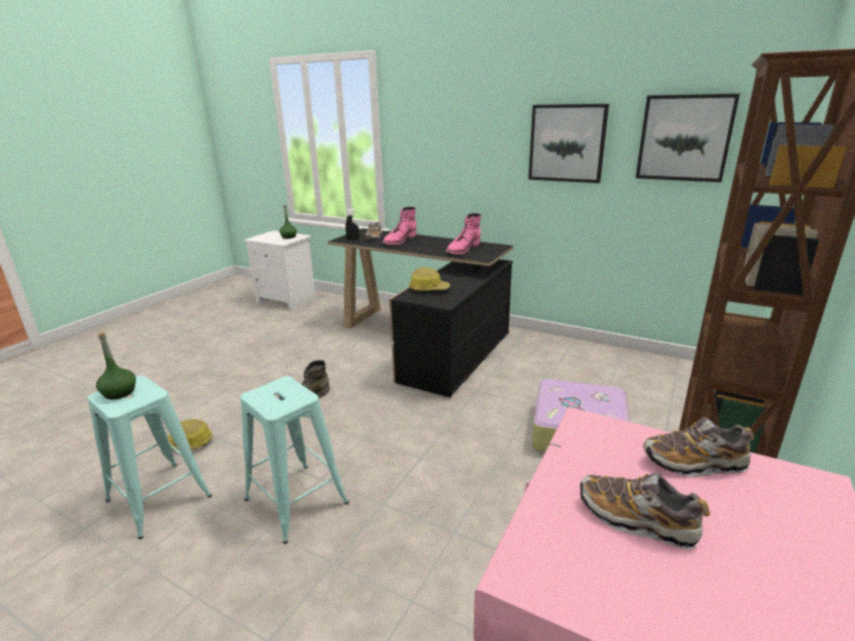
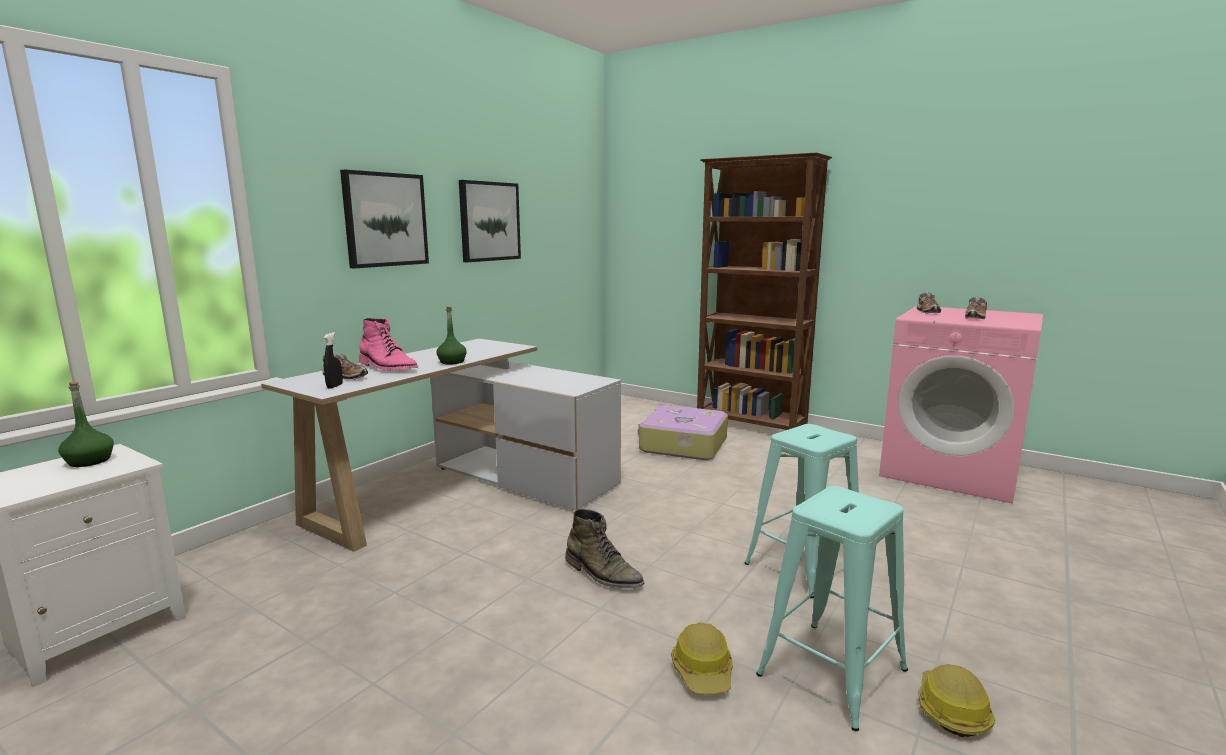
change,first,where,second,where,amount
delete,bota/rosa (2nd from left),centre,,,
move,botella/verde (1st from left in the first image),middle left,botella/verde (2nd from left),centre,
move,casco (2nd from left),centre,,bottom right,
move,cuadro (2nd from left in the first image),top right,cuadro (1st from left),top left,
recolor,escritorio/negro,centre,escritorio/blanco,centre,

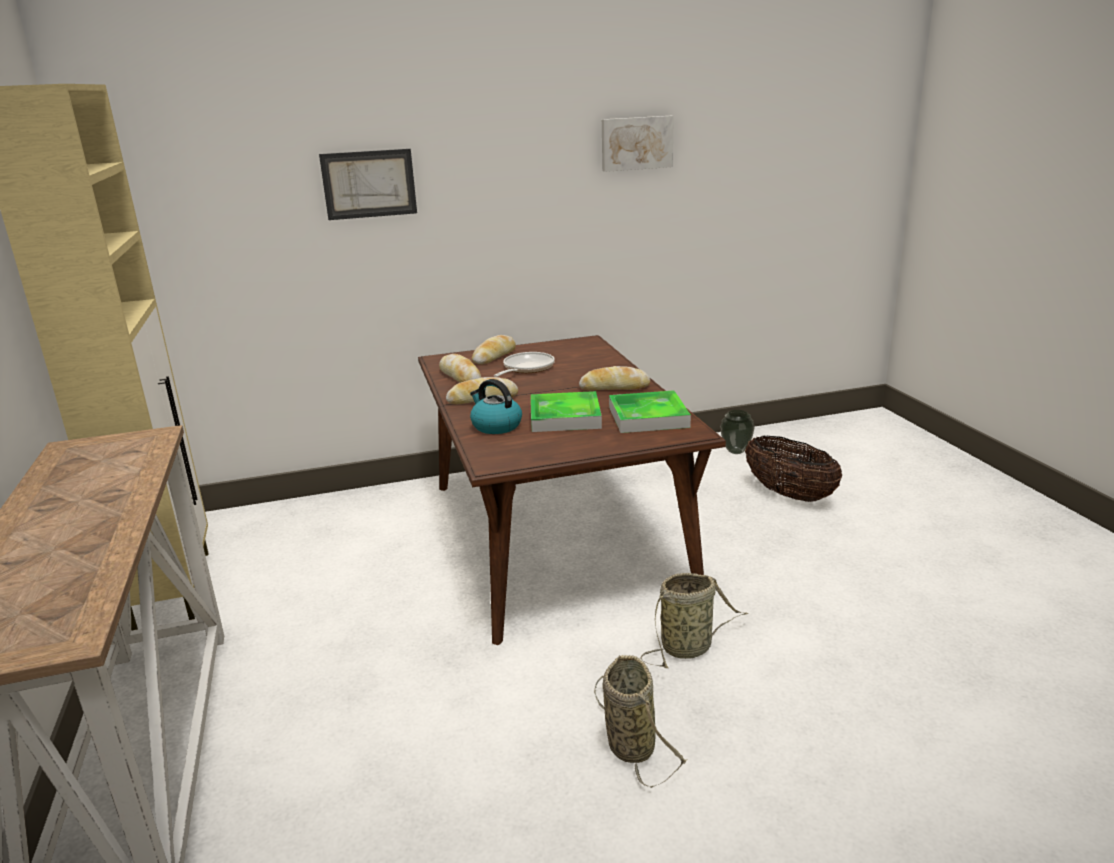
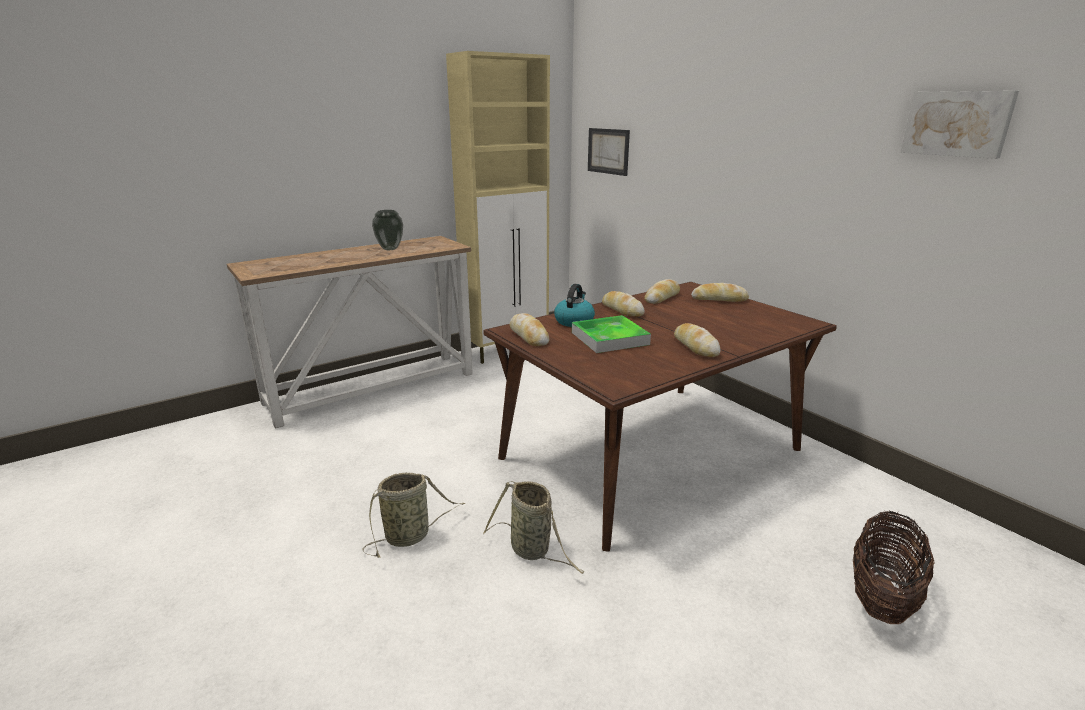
change,first,where,second,where,amount
delete,sartén,centre,,,
delete,bandeja (2nd from left),centre,,,
insert,,,pan (1st from left),centre,
move,cuadro (1st from left),top left,,top centre,
move,florero,centre,,top centre,

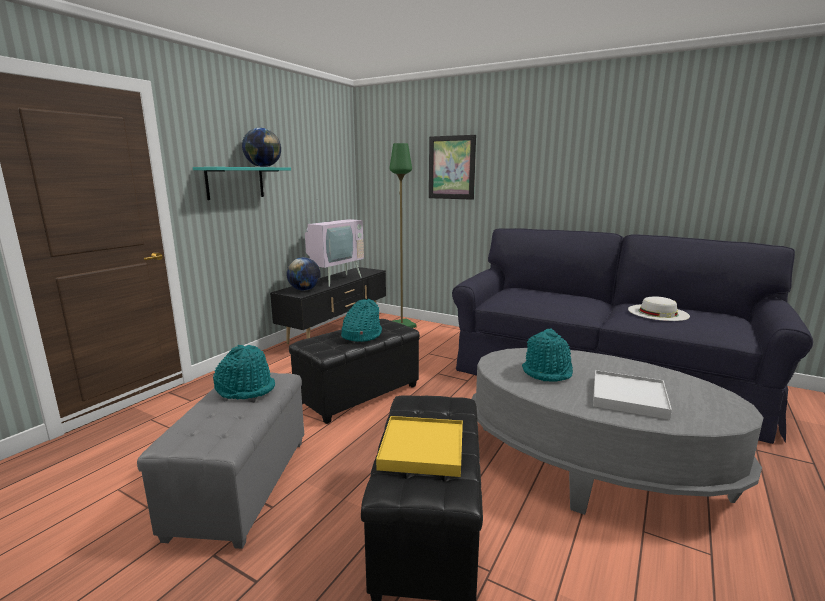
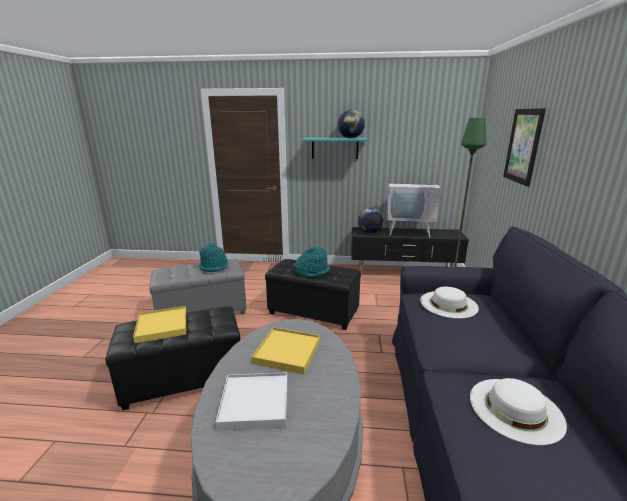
change,first,where,second,where,amount
insert,,,sombrero/blanco (1st from left),middle right,
replace,sombrero/turquesa (3rd from left),centre,bandeja/amarillo (2nd from left),bottom centre,

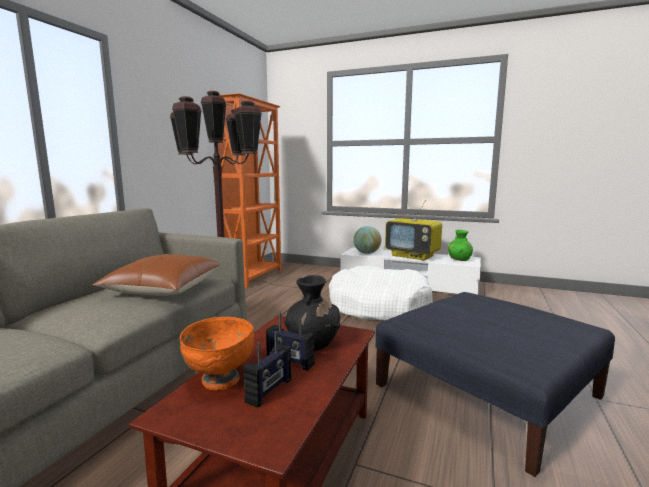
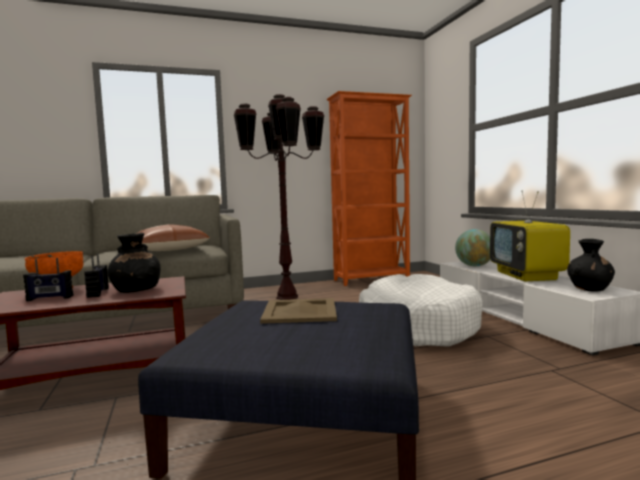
change,first,where,second,where,amount
insert,,,bandeja/beis,centre,
recolor,florero/verde,middle right,florero/negro (2nd from left),middle right,

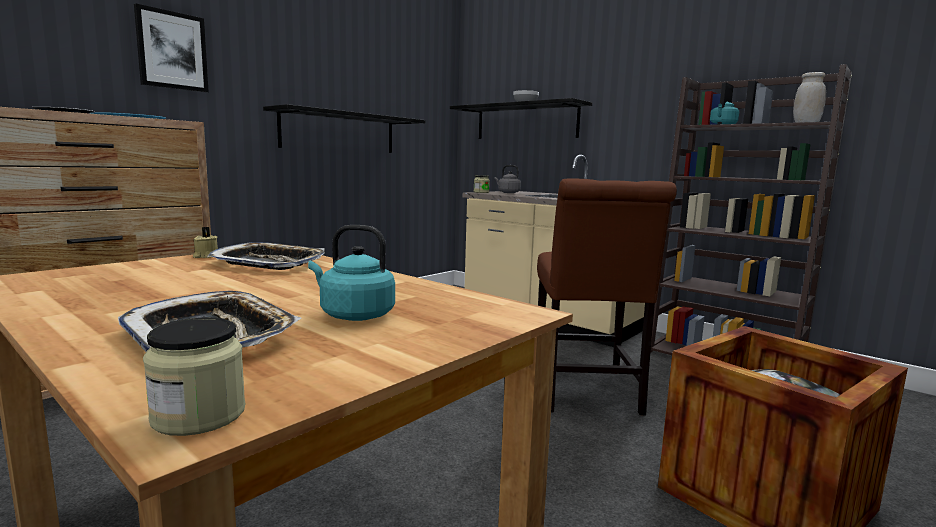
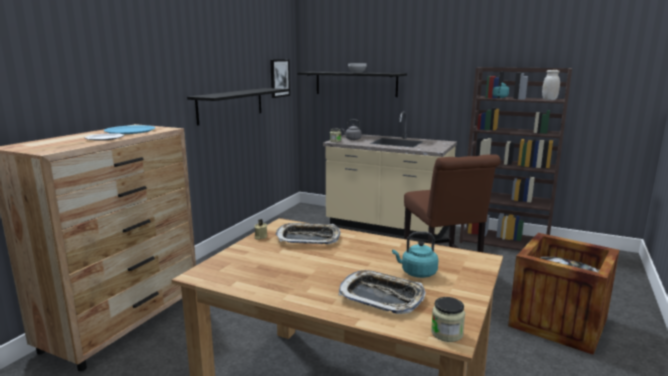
change,first,where,second,where,amount
move,cuadro,top left,,top centre,

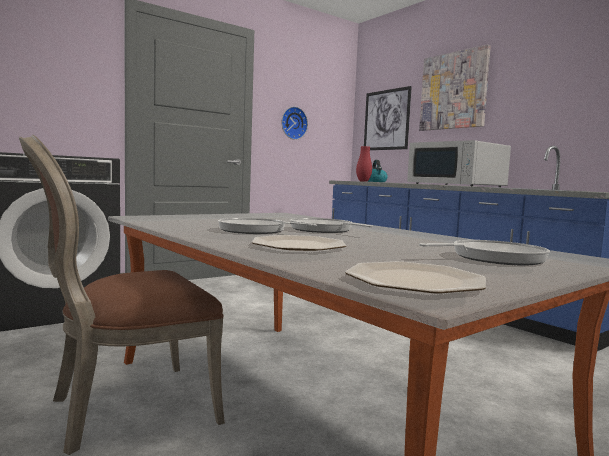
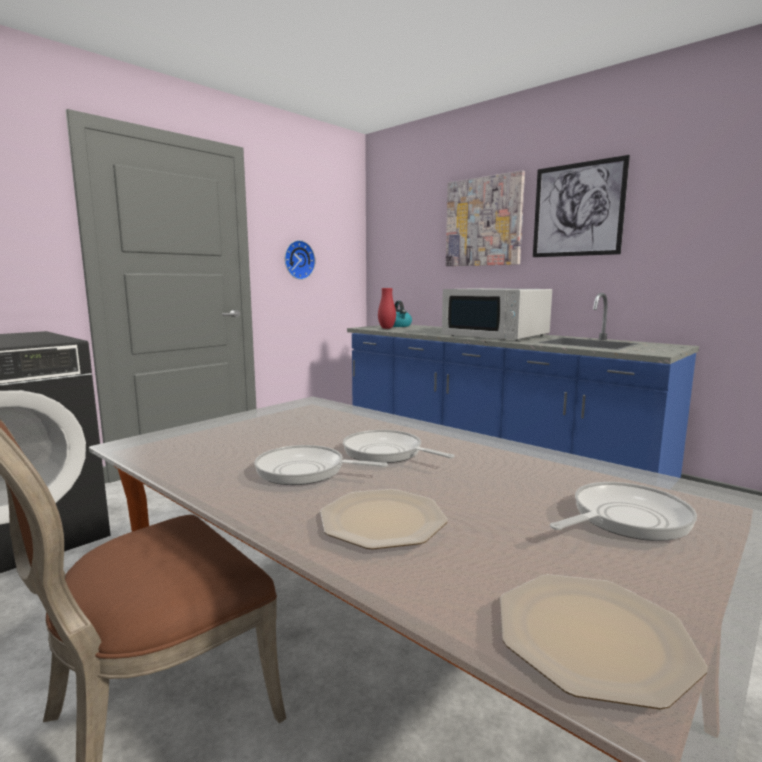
change,first,where,second,where,amount
move,cuadro (1st from left in the first image),top centre,cuadro (2nd from left),top right,

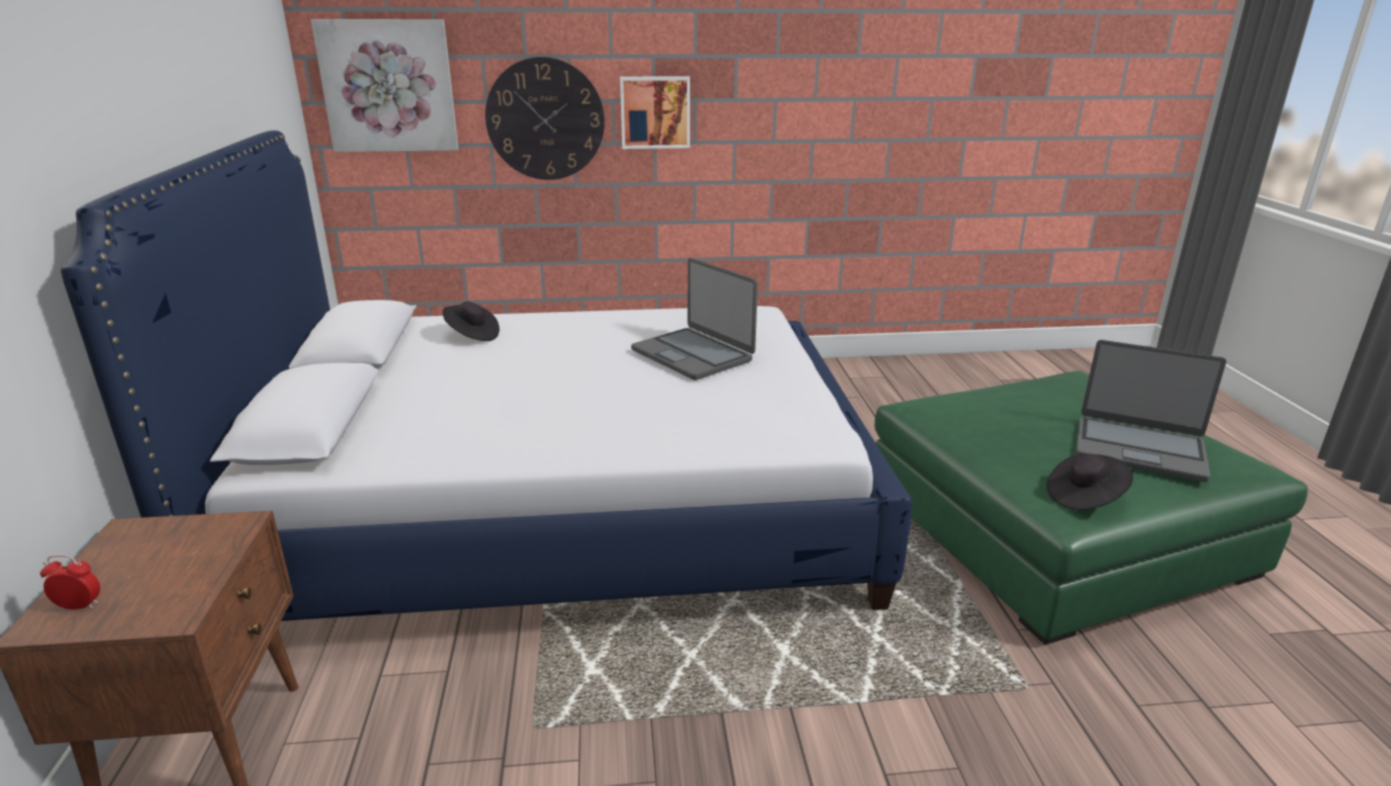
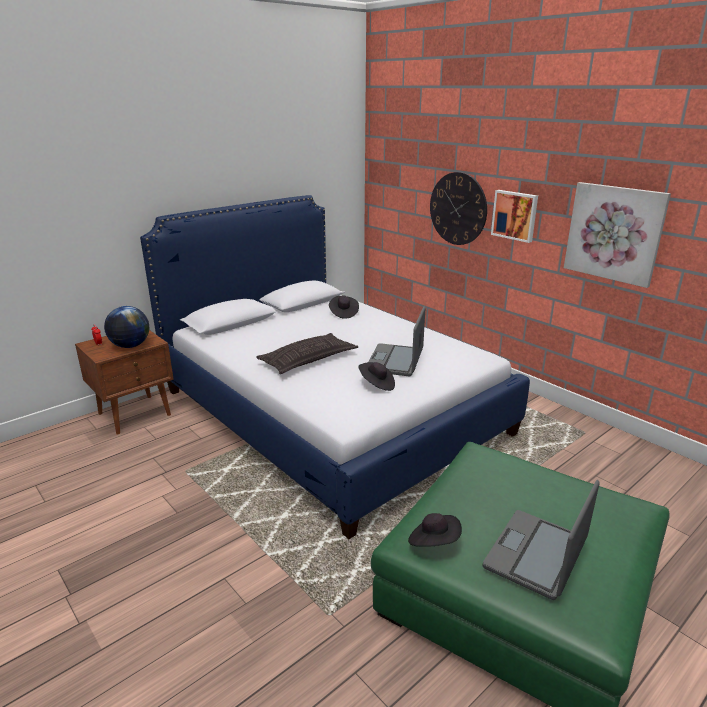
change,first,where,second,where,amount
insert,,,globo terráqueo,middle left,
insert,,,cojín,centre,
insert,,,sombrero/negro (2nd from left),centre,
move,cuadro (1st from left in the first image),top left,cuadro (2nd from left),top right,
rotate,portátil (2nd from left),middle right,,bottom right,45 degrees clockwise

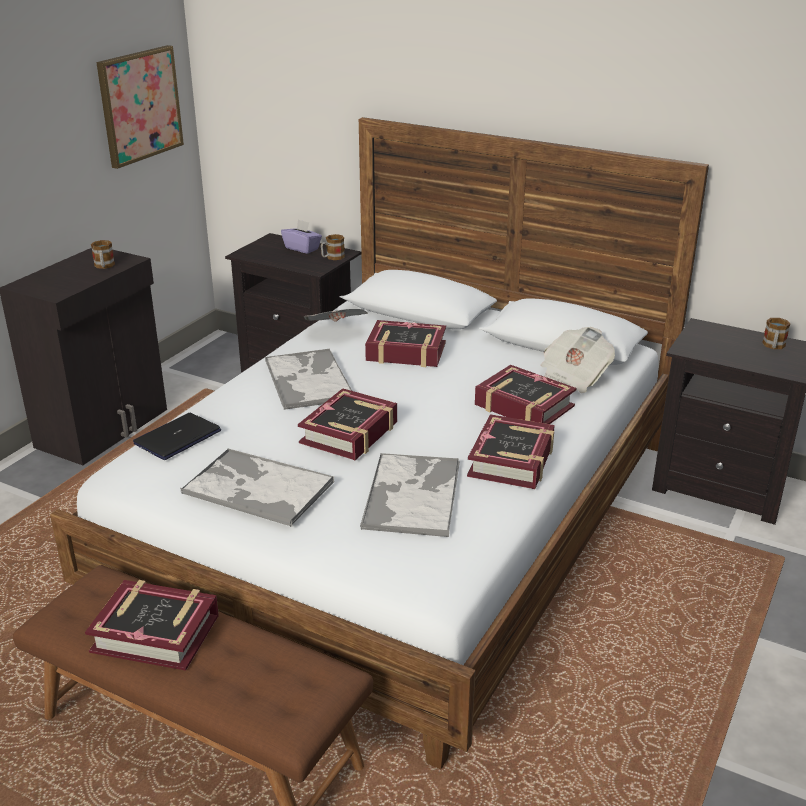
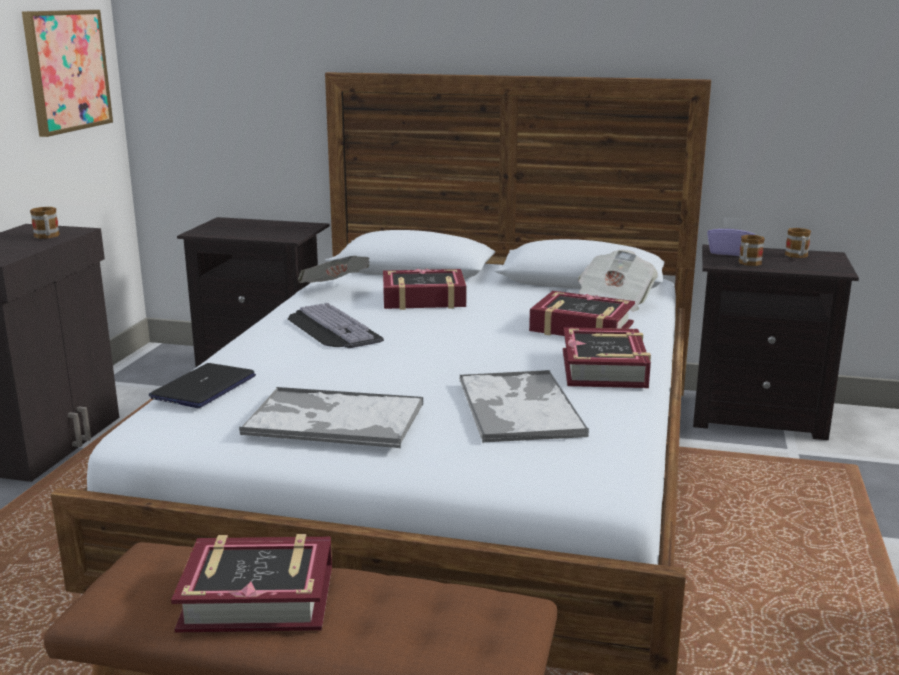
change,first,where,second,where,amount
delete,libro (2nd from left),centre,,,
move,caja de pañuelos/morado,top centre,,middle right,
move,taza grande (2nd from left),top centre,,middle right,
replace,bandeja (2nd from left),centre,teclado,centre,

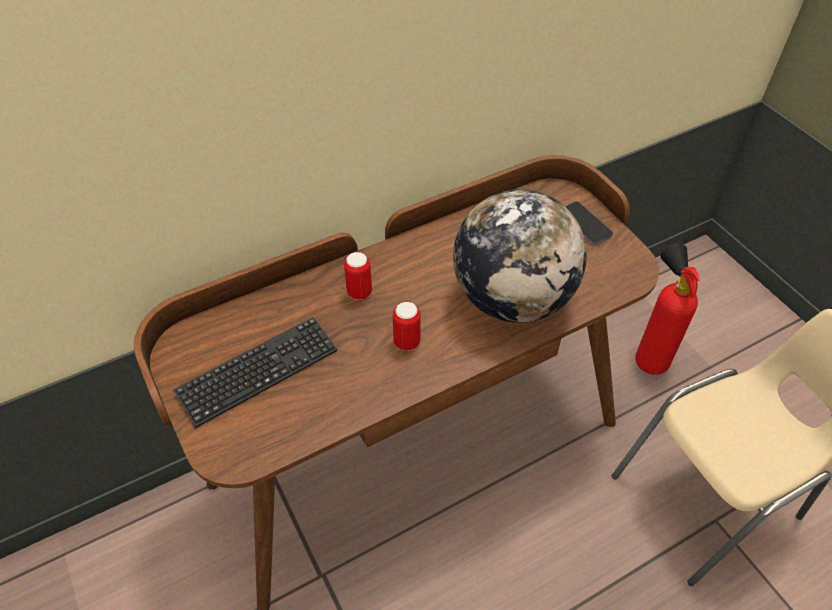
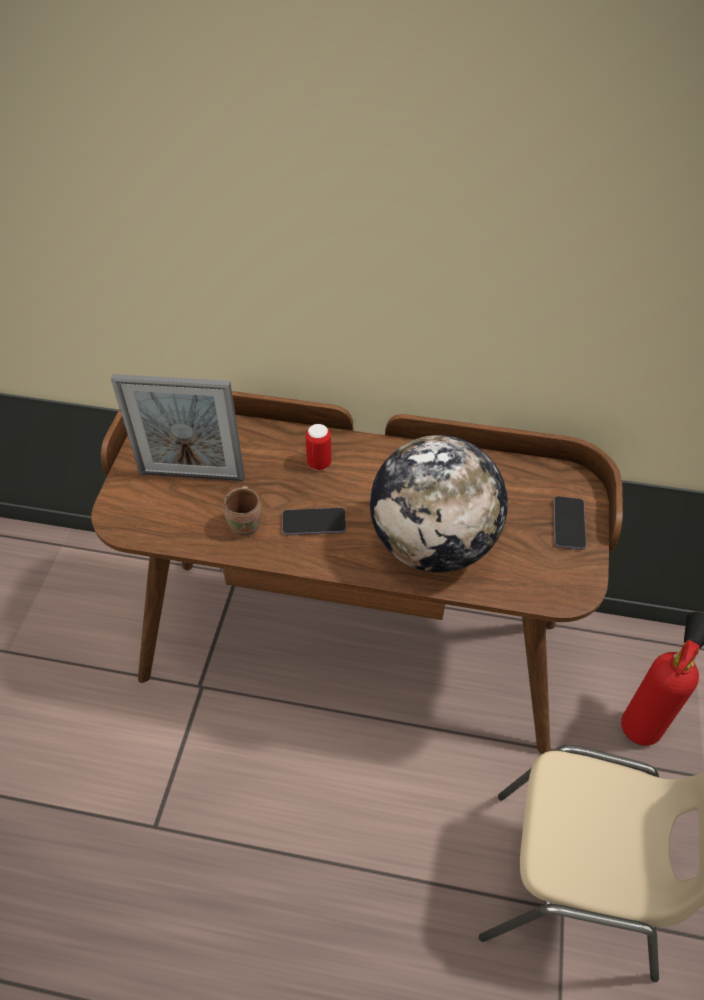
change,first,where,second,where,amount
insert,,,taza grande/marrón,centre,
replace,teclado,middle left,portarretratos,middle left,
replace,lata (2nd from left),centre,móvil (1st from left),centre,

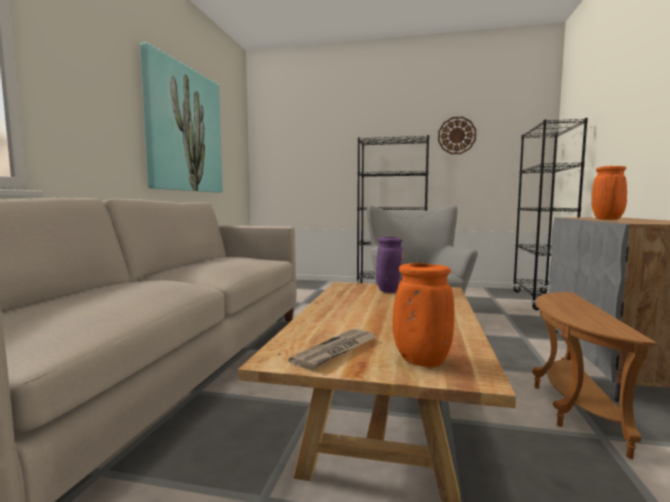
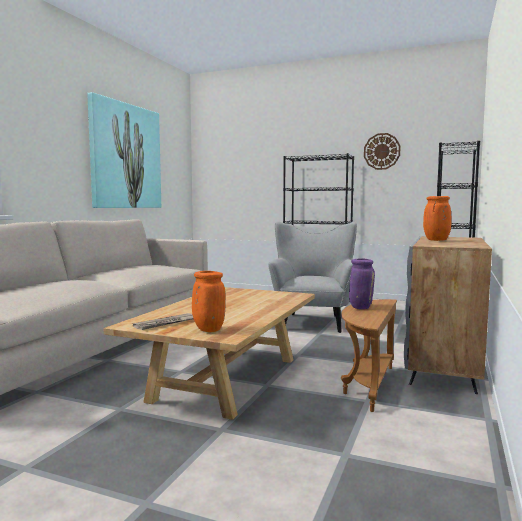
change,first,where,second,where,amount
move,florero/morado,centre,,middle right,

